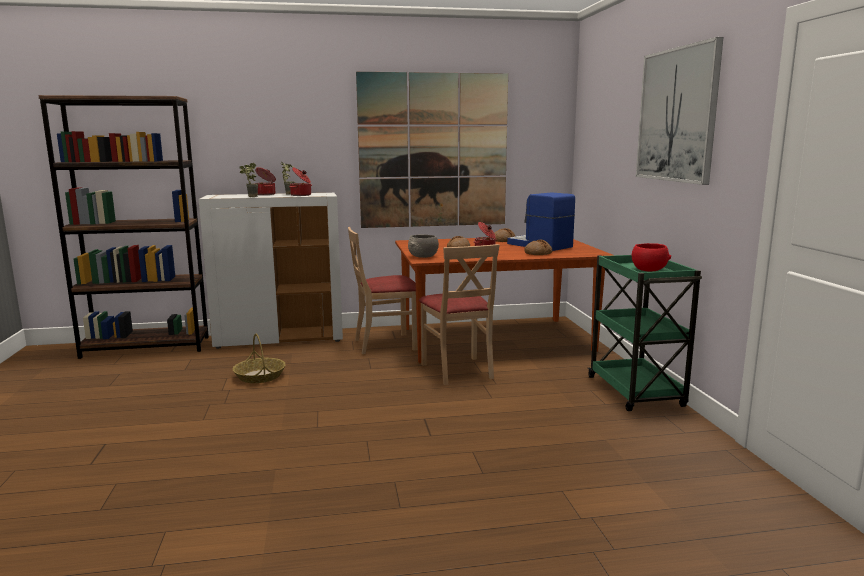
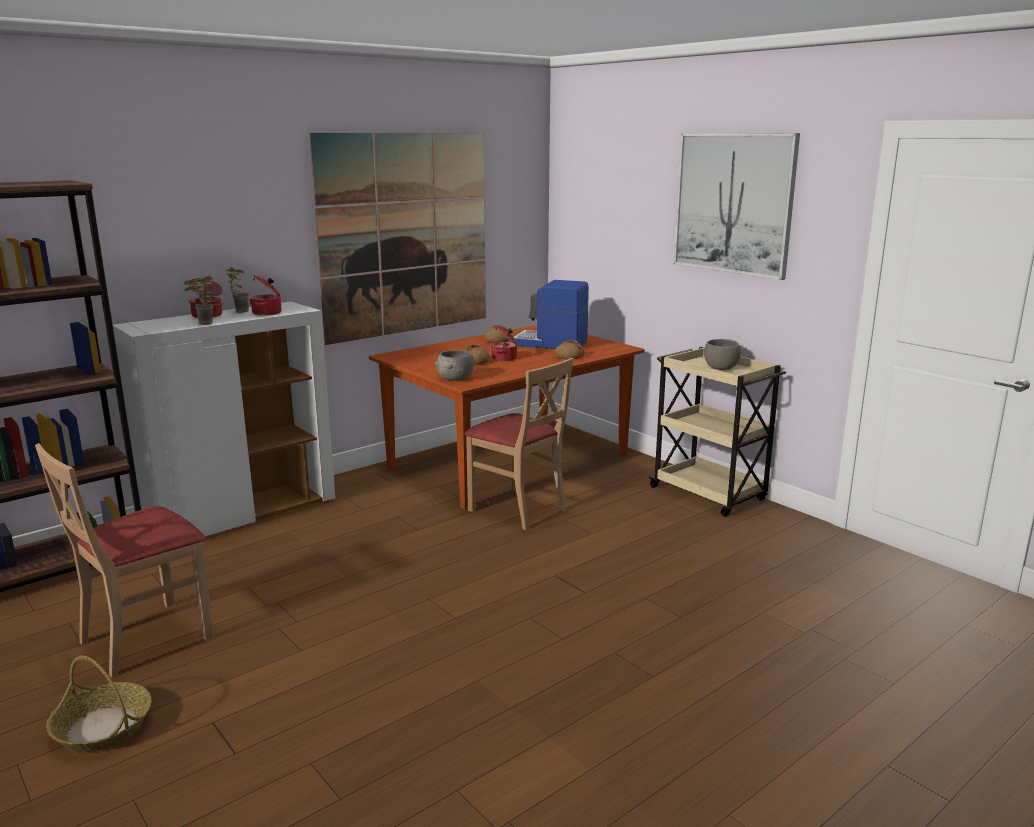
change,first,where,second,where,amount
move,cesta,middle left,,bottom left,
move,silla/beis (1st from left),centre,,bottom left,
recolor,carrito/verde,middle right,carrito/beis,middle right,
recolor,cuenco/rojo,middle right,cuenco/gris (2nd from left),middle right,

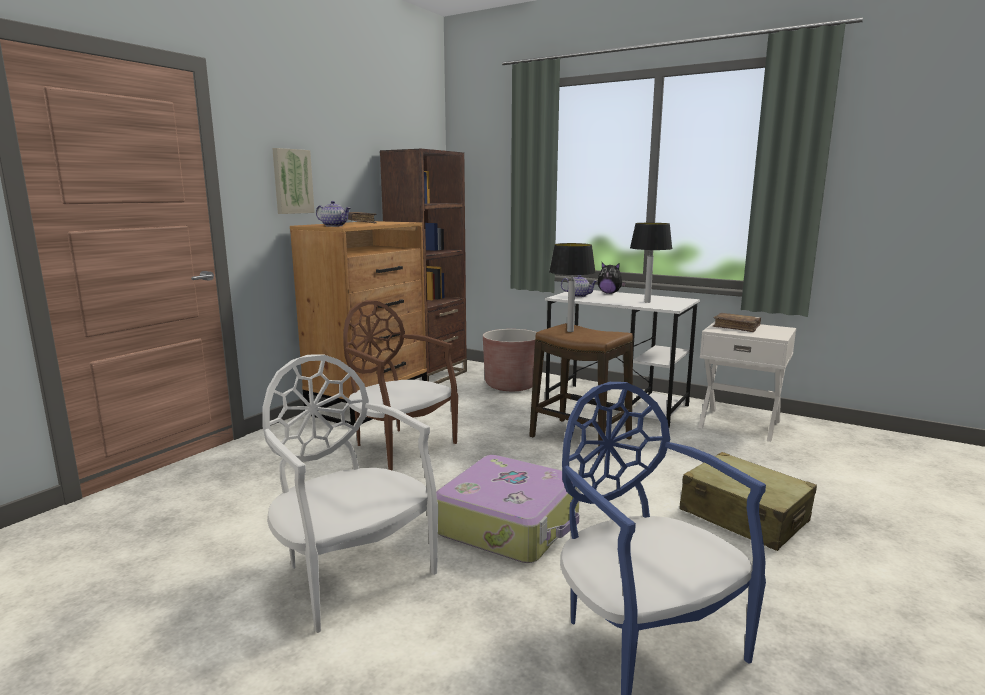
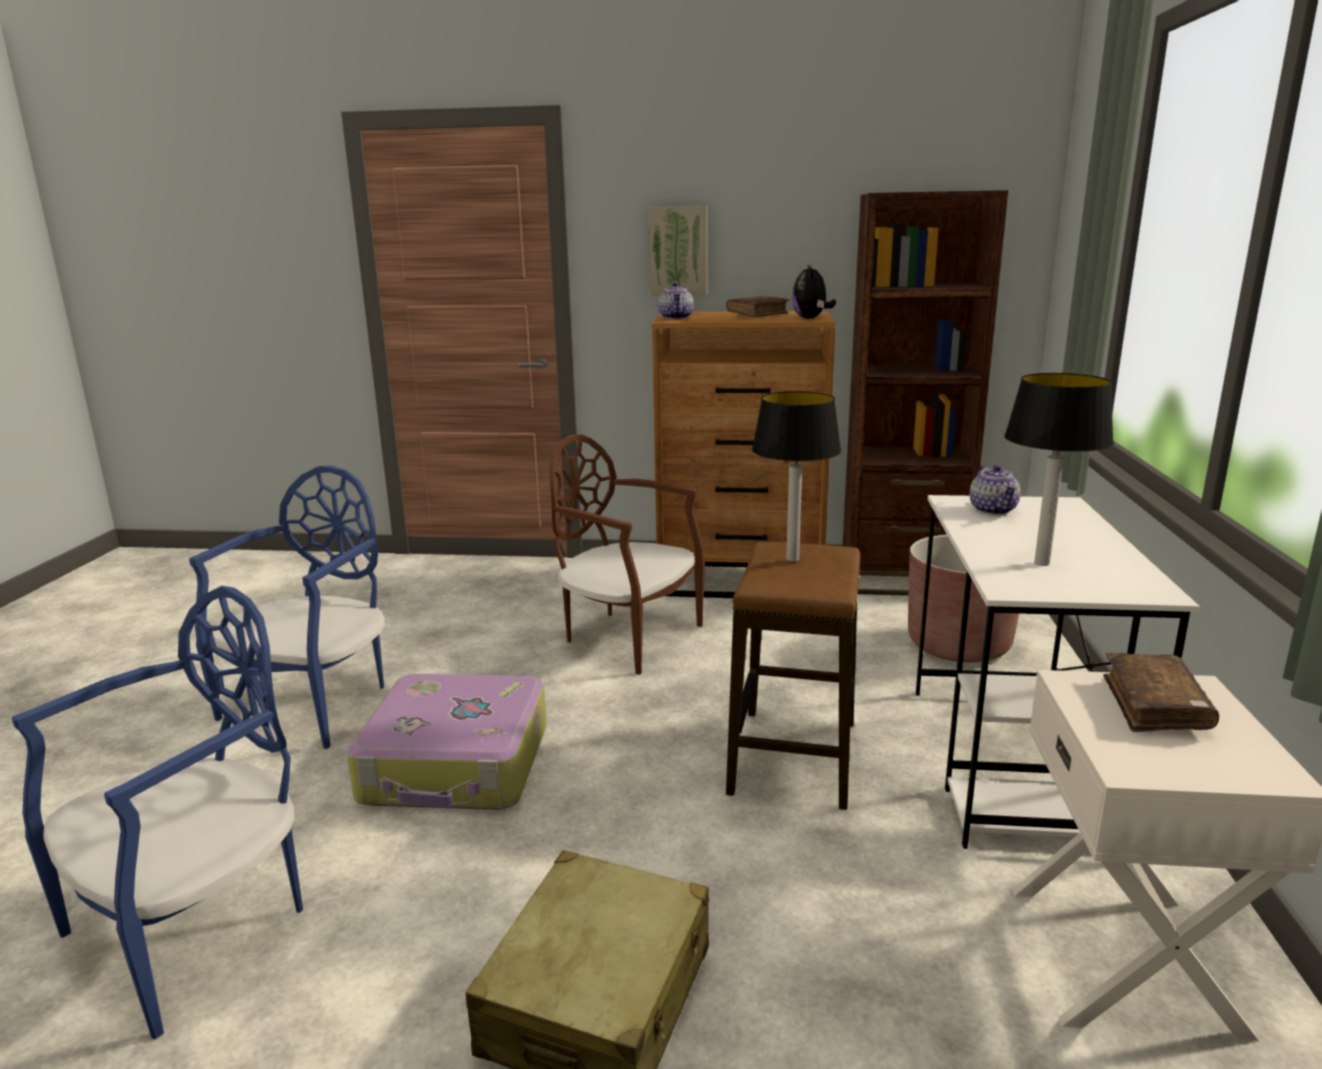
change,first,where,second,where,amount
move,peluche,centre,,top centre,
recolor,silla/blanco,bottom centre,silla/azul (2nd from left),middle left,
rotate,silla/marrón,centre,,centre,75 degrees counterclockwise

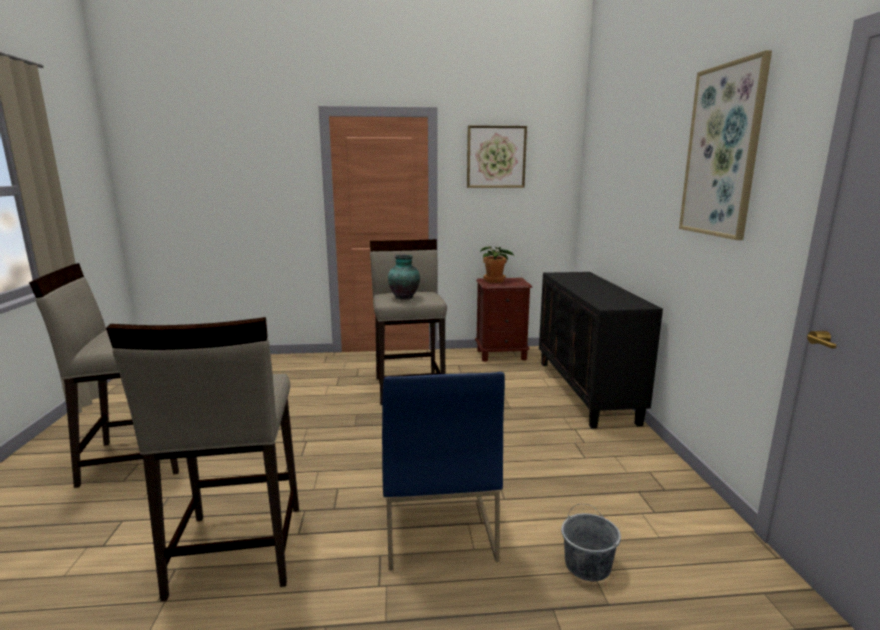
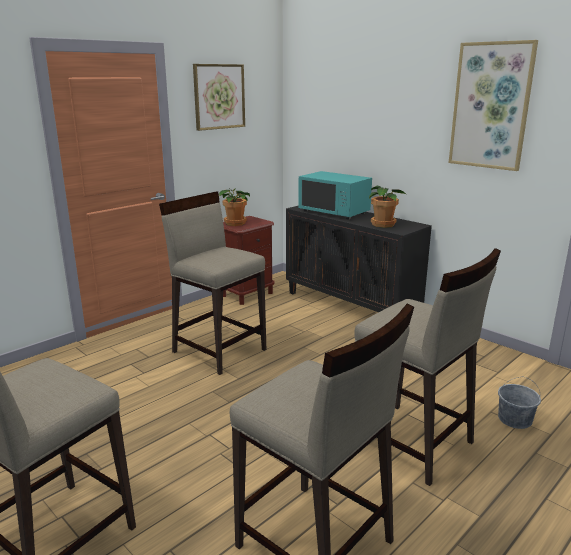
change,first,where,second,where,amount
delete,florero,centre,,,
insert,,,microondas/turquesa,centre,
insert,,,planta en maceta (2nd from left),middle right,
replace,silla/azul,bottom centre,taburete/beis (4th from left),middle right,

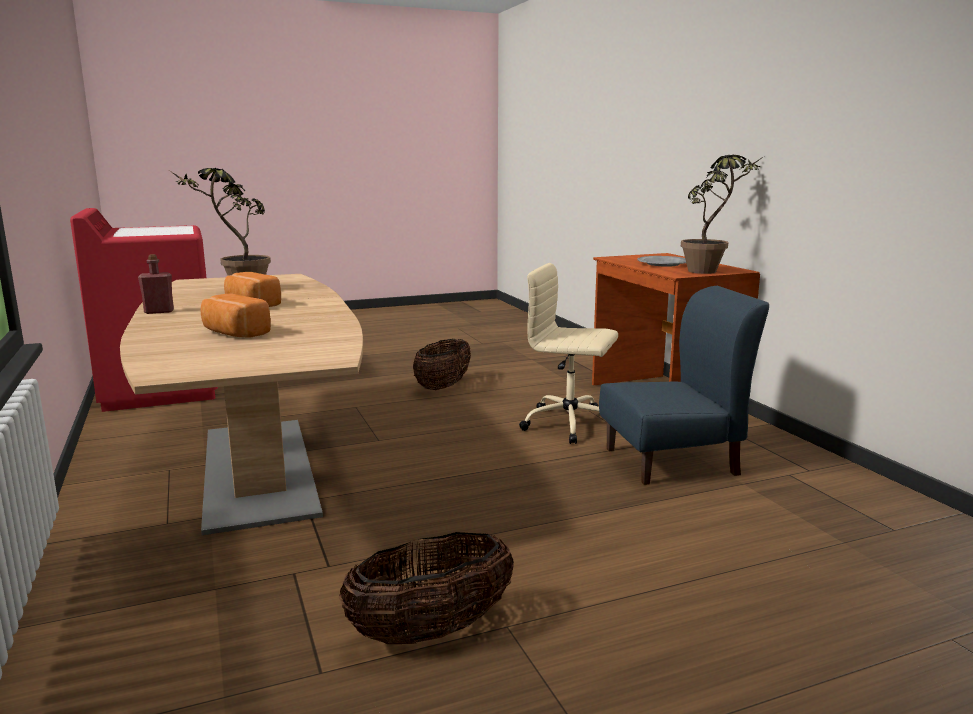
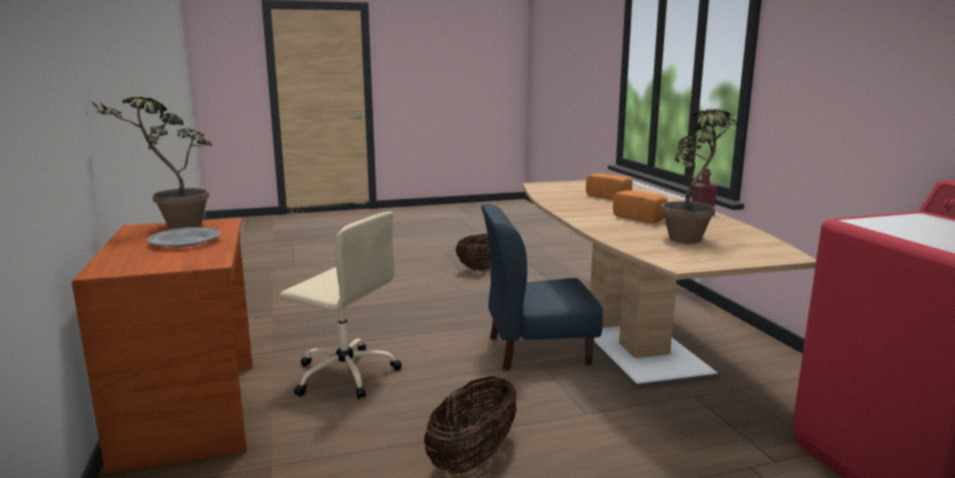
change,first,where,second,where,amount
move,silla/azul,middle right,,centre,

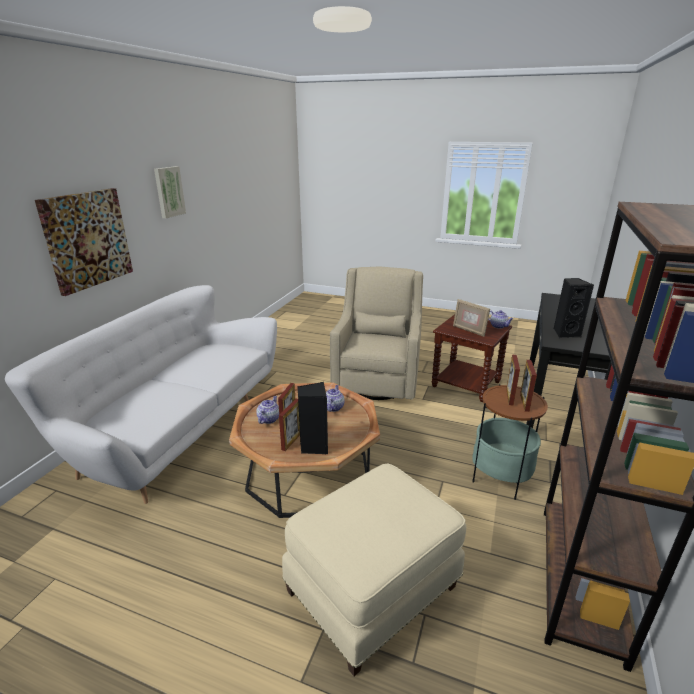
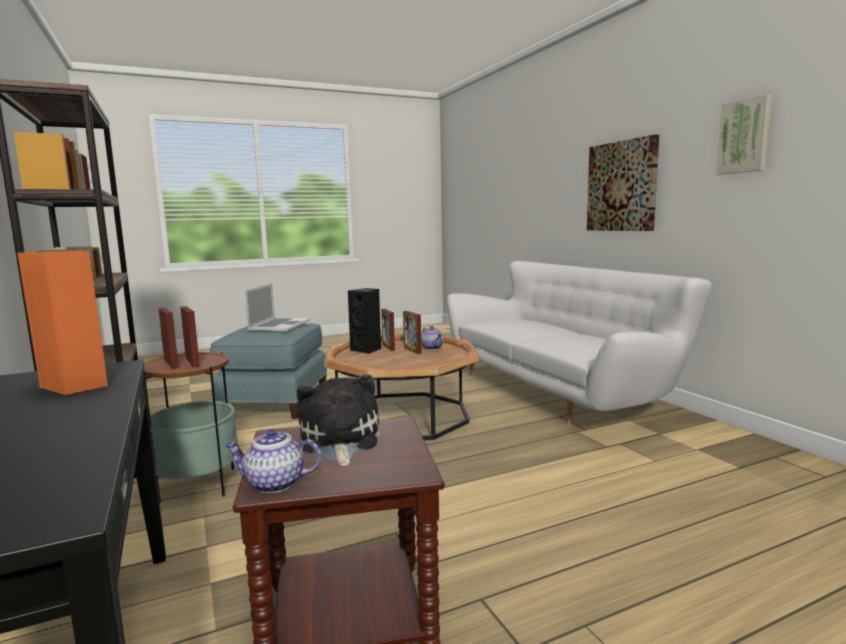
change,first,where,second,where,amount
delete,tetera (2nd from left),centre,,,
delete,sillón/beis,centre,,,
insert,,,portátil,middle left,
replace,portarretratos (3rd from left),middle right,peluche,centre,
recolor,puf/beis,bottom centre,puf/azul,middle left,
recolor,altavoz/negro (2nd from left),middle right,altavoz/naranja,middle left,

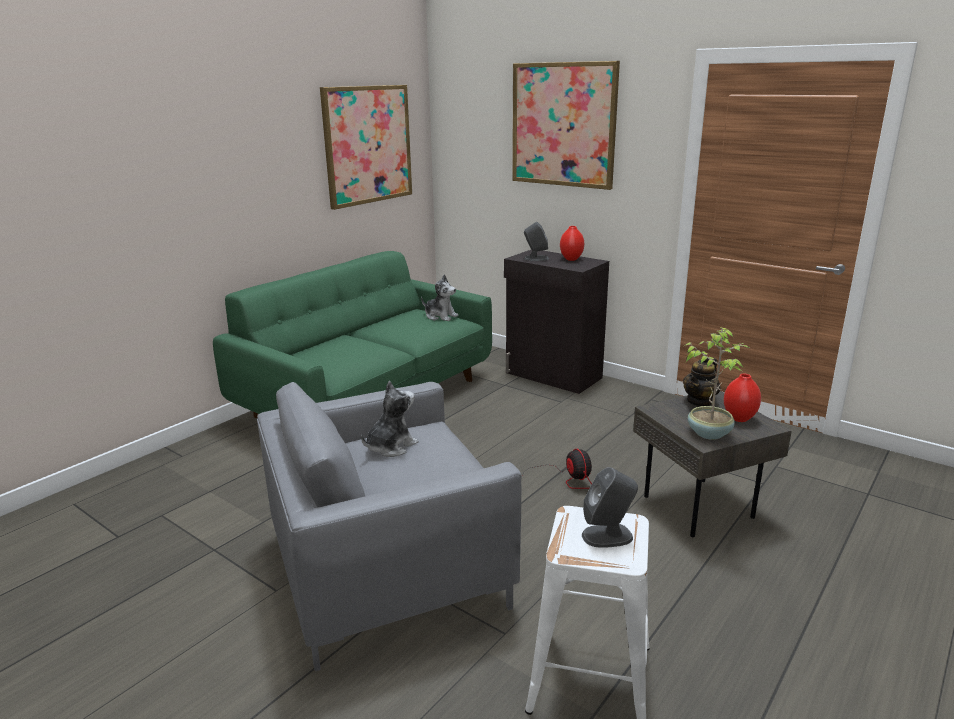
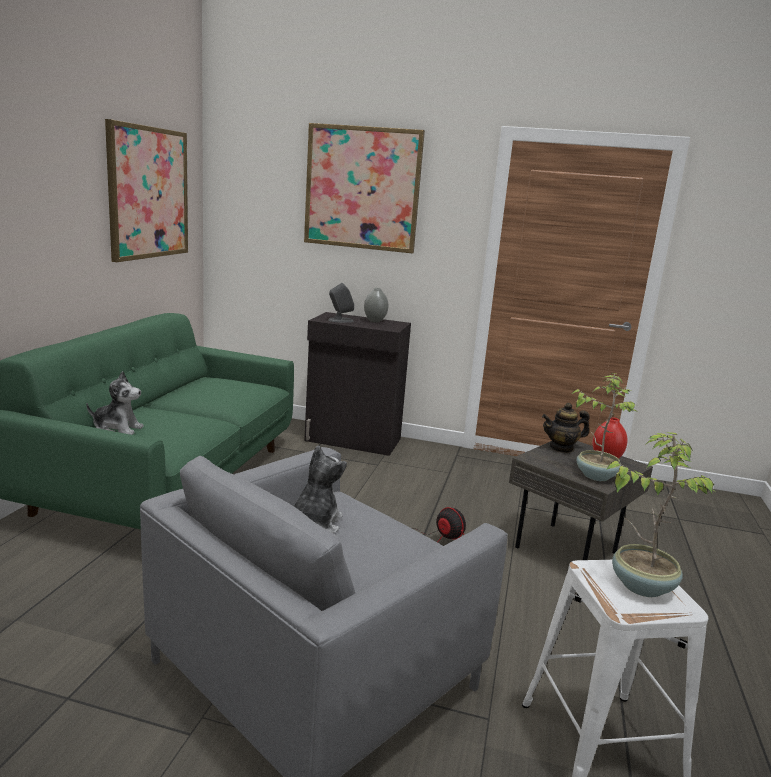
change,first,where,second,where,amount
move,peluche (2nd from left in the first image),centre,peluche (1st from left),middle left,
replace,altavoz/gris (2nd from left),bottom centre,planta en maceta (2nd from left),middle right,
recolor,florero/rojo (1st from left),centre,florero/gris,centre,
rotate,tetera,middle right,,middle right,60 degrees clockwise

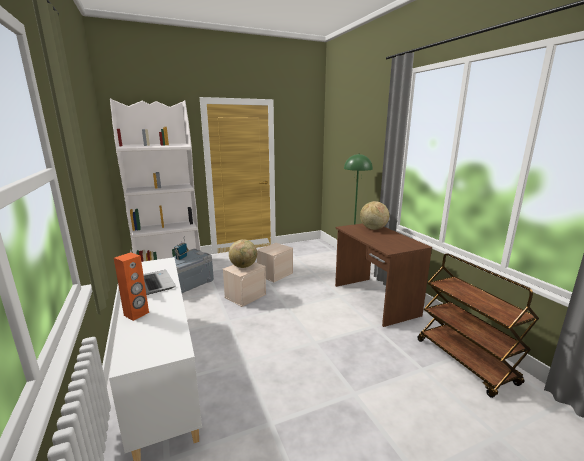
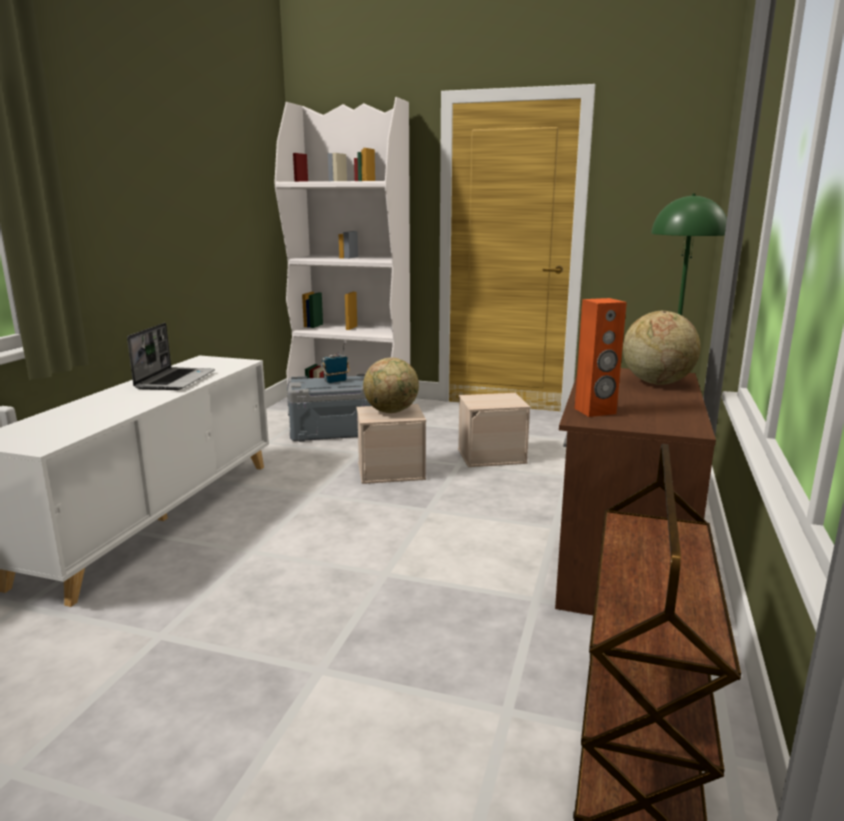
change,first,where,second,where,amount
move,altavoz/naranja,middle left,,middle right,

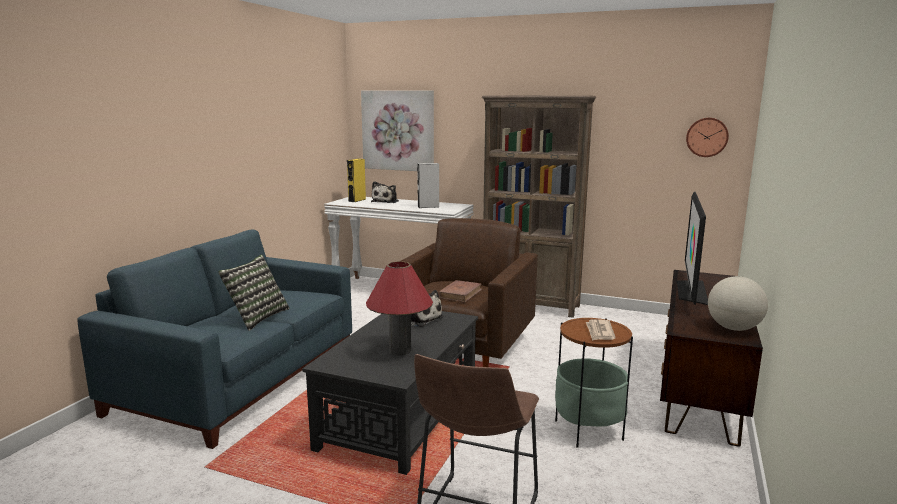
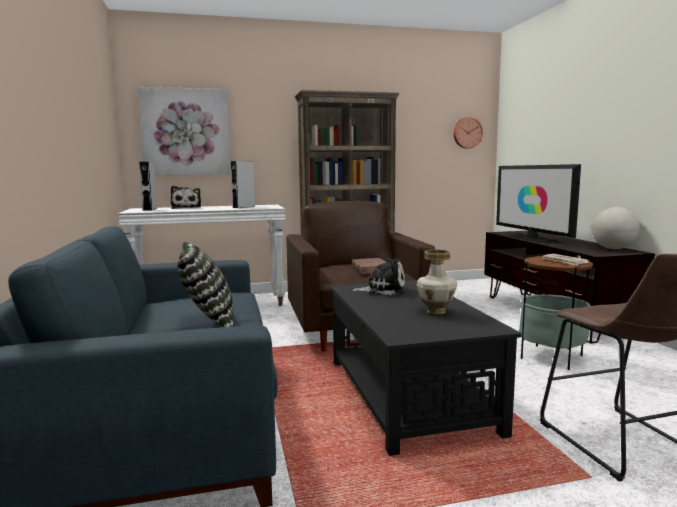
change,first,where,second,where,amount
replace,lámpara de mesa/rojo,centre,florero,centre,
recolor,altavoz/amarillo,centre,altavoz/gris (1st from left),middle left,

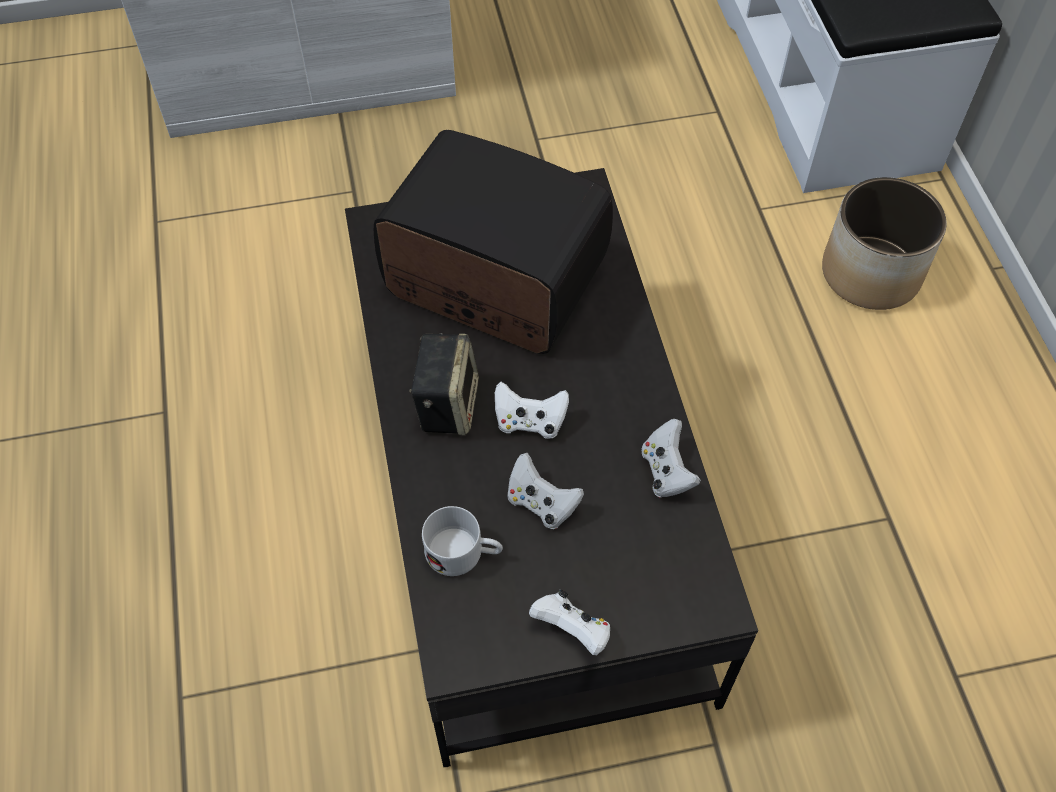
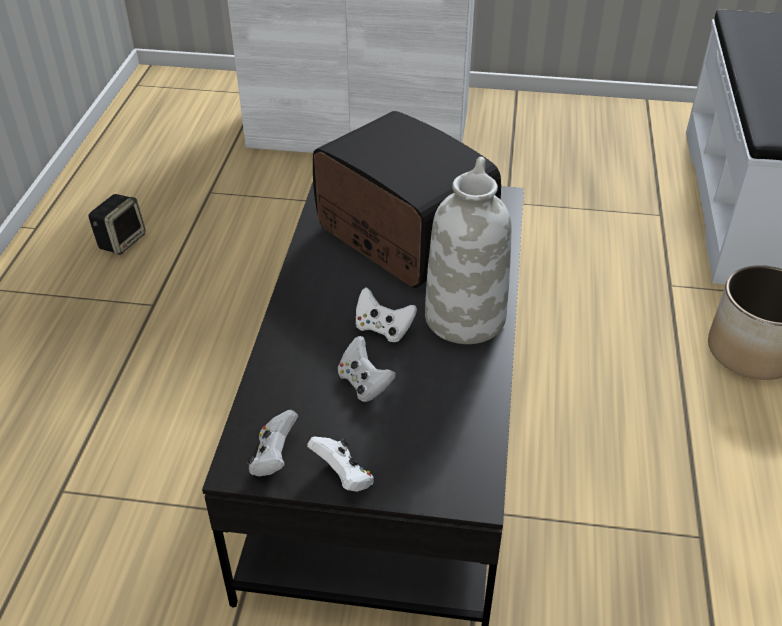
change,first,where,second,where,amount
delete,taza grande/blanco,bottom centre,,,
insert,,,florero/blanco,centre,
move,altavoz,centre,,middle left,
move,mando de consola/blanco (4th from left in the first image),centre,mando de consola/blanco (1st from left),bottom centre,

